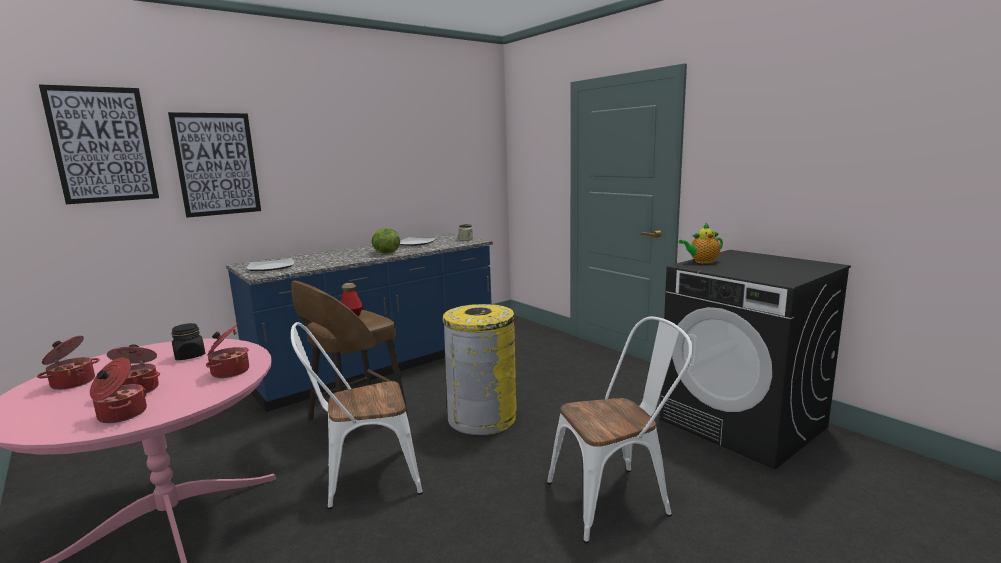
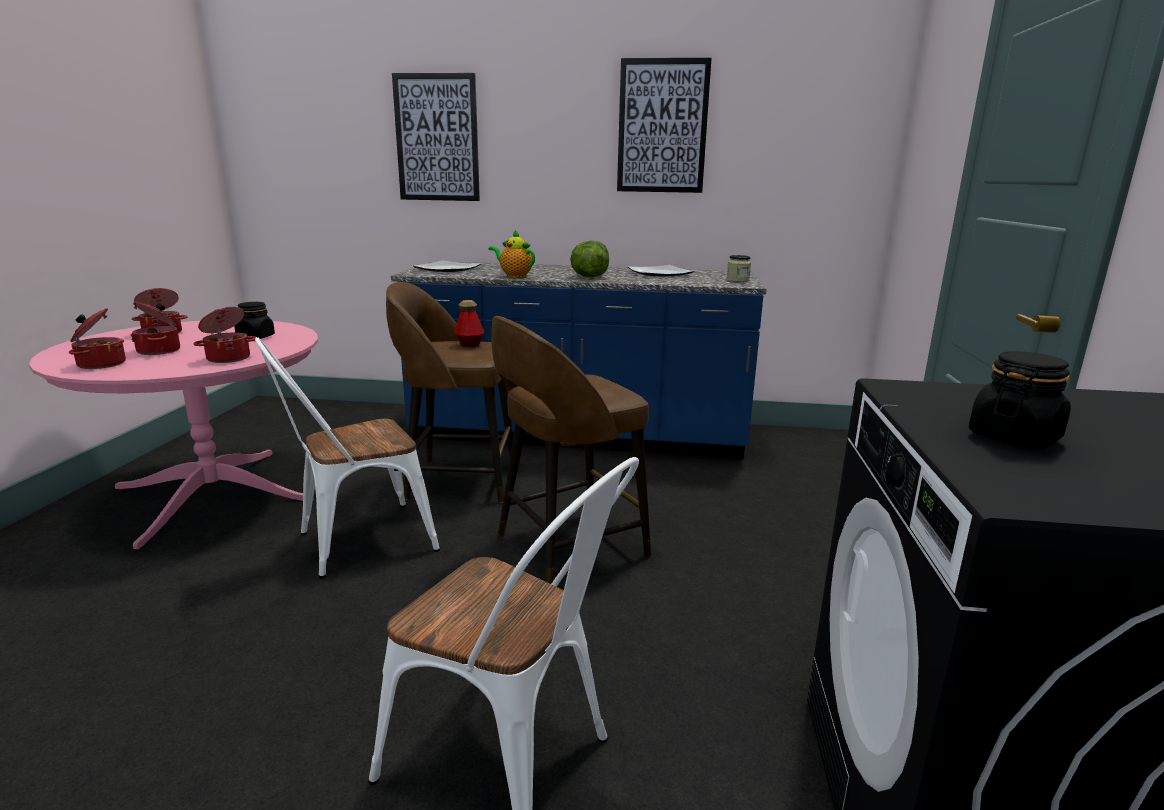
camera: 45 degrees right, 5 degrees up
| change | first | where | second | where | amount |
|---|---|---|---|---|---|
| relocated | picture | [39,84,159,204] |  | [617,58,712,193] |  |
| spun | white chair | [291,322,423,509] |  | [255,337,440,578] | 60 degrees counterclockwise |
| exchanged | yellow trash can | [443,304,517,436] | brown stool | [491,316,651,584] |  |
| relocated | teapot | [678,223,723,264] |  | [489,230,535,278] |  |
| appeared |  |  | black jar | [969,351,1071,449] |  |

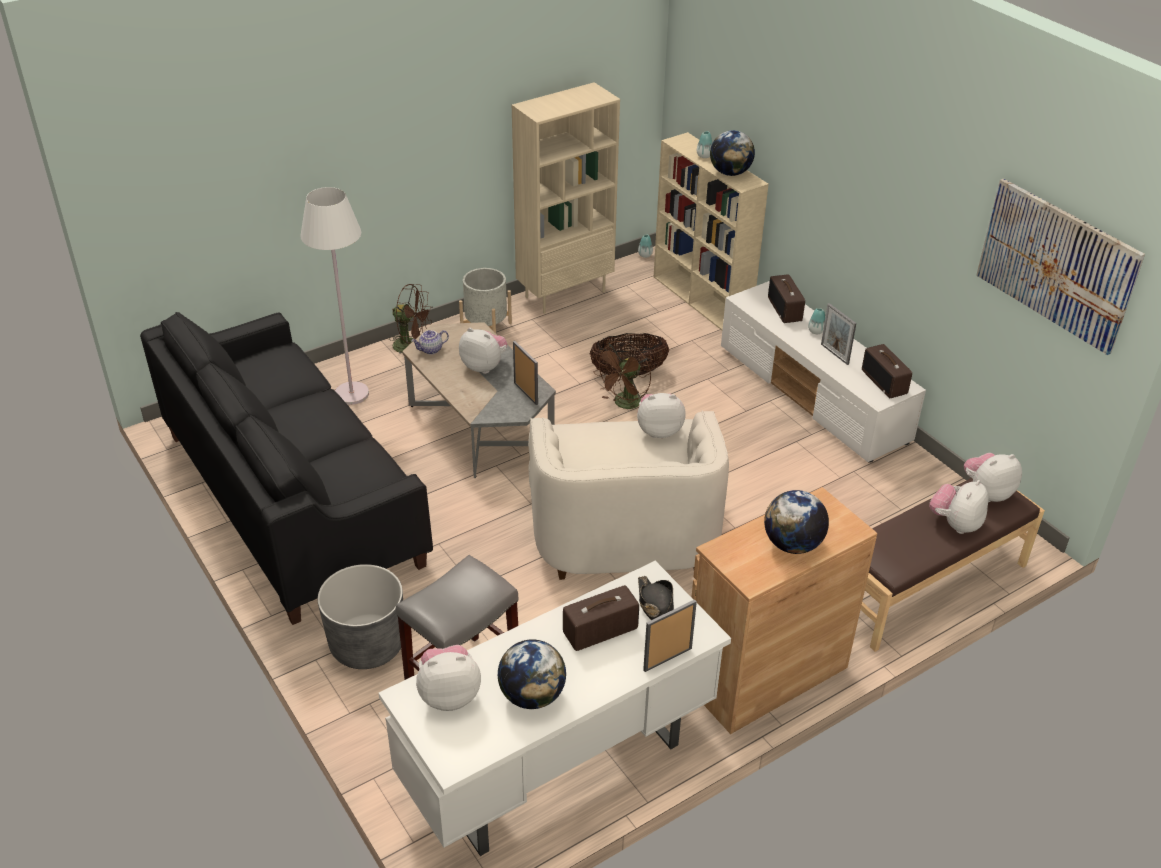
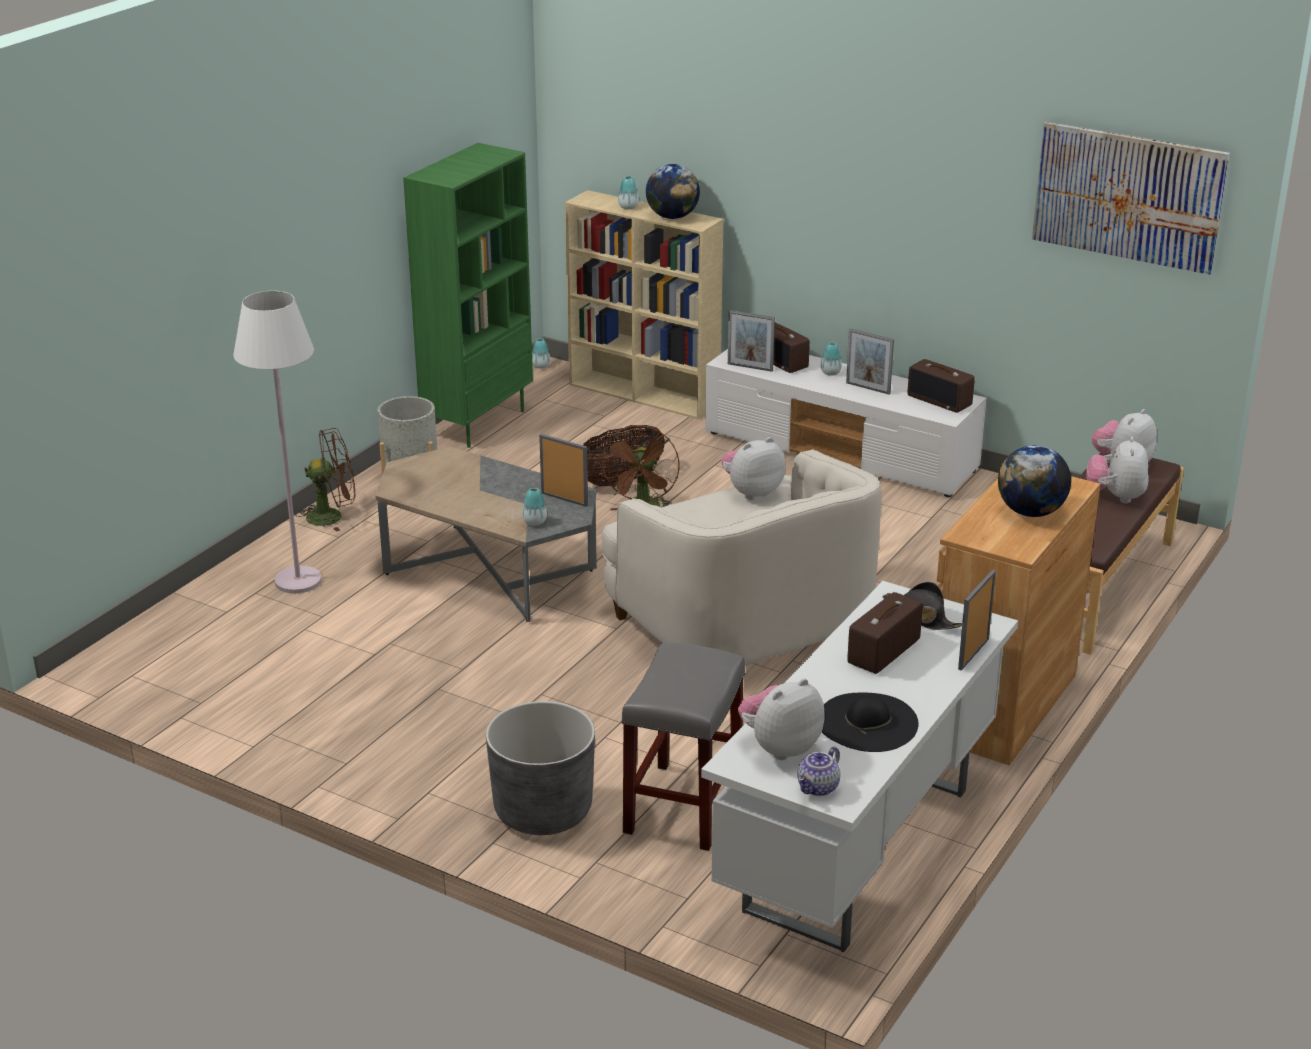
camera: 25 degrees left, 10 degrees down
| change | first | where | second | where | amount |
|---|---|---|---|---|---|
| missing | black sofa | [140,312,433,625] |  |  |  |
| relocated | teapot | [411,330,449,354] |  | [797,746,840,796] |  |
| missing | plush toy | [459,328,507,374] |  |  |  |
| exchanged | globe | [498,639,566,709] | black hat | [822,692,918,752] |  |
| colour | beige bookcase | [512,82,620,314] | green bookcase | [403,143,533,448] |  |
| appeared |  |  | vase | [522,488,547,526] |  |
| appeared |  |  | picture frame | [728,310,775,372] |  |

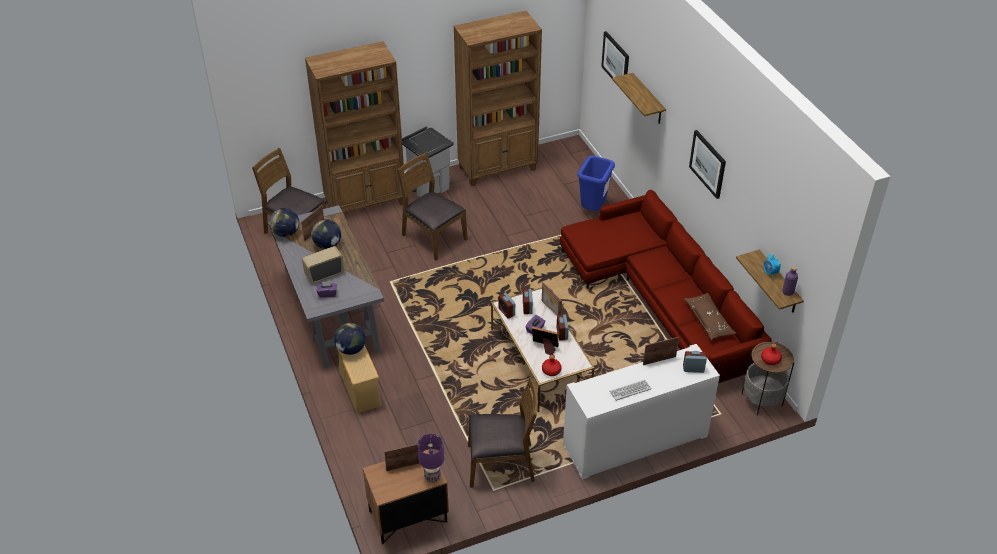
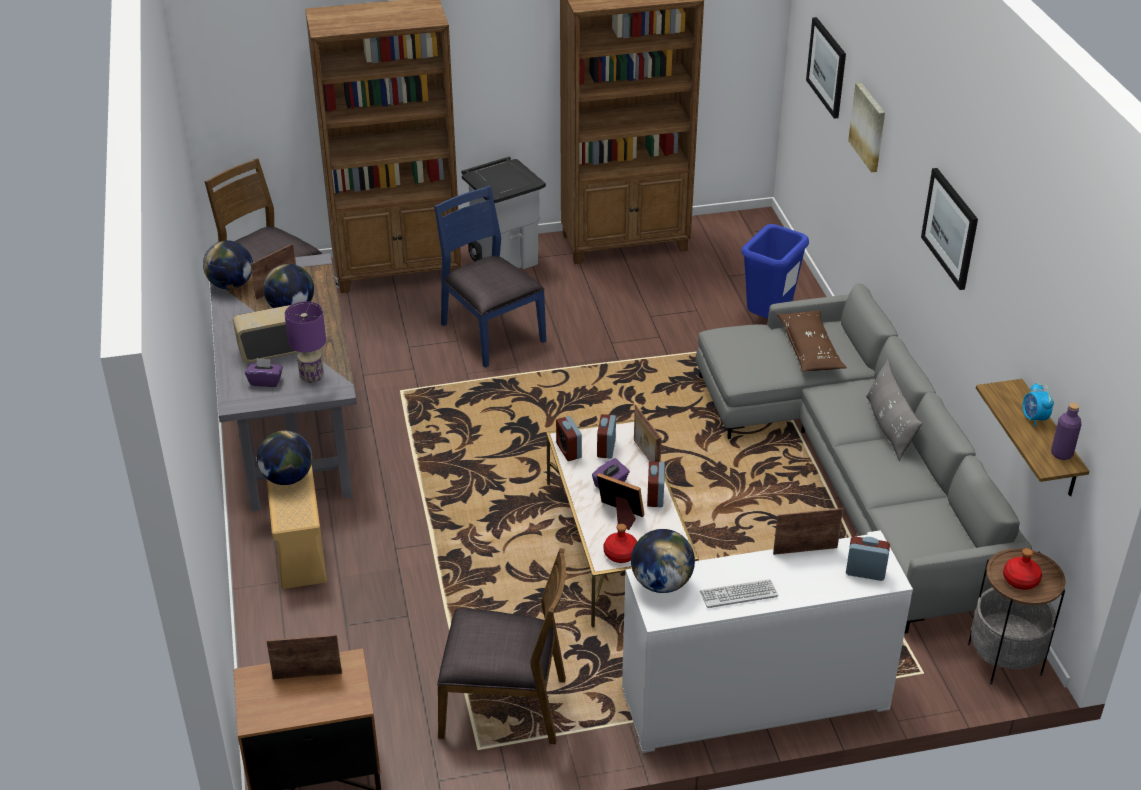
camera: 10 degrees right, 5 degrees down
| change | first | where | second | where | amount |
|---|---|---|---|---|---|
| colour | brown chair | [397,152,468,260] | blue chair | [434,186,546,368] |  |
| relocated | purple table lamp | [417,434,444,483] |  | [284,301,326,383] |  |
| colour | red sofa | [560,190,772,383] | grey sofa | [696,284,1032,634] |  |
| exchanged | shelf | [612,73,666,124] | picture | [848,82,885,172] |  |
| relocated | brown pillow | [684,293,737,340] |  | [777,311,847,372] |  |
| appeared |  |  | globe | [631,529,695,593] |  |
| appeared |  |  | grey pillow | [866,359,922,461] |  |

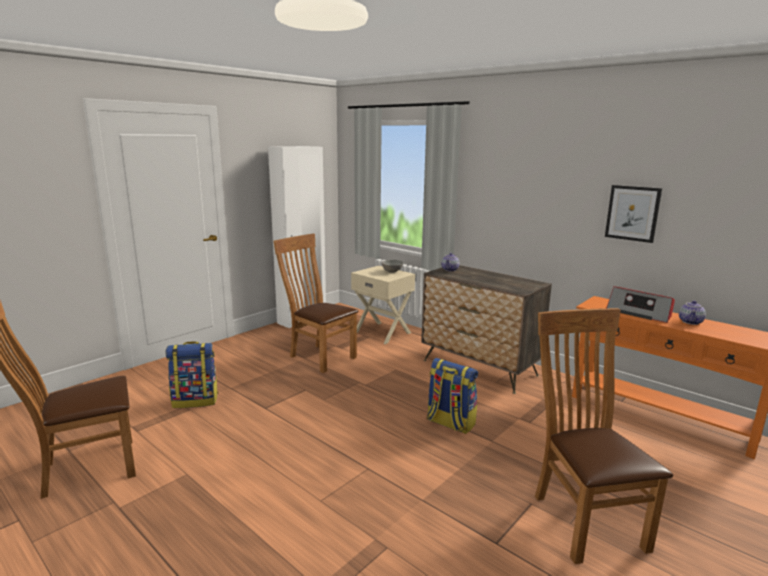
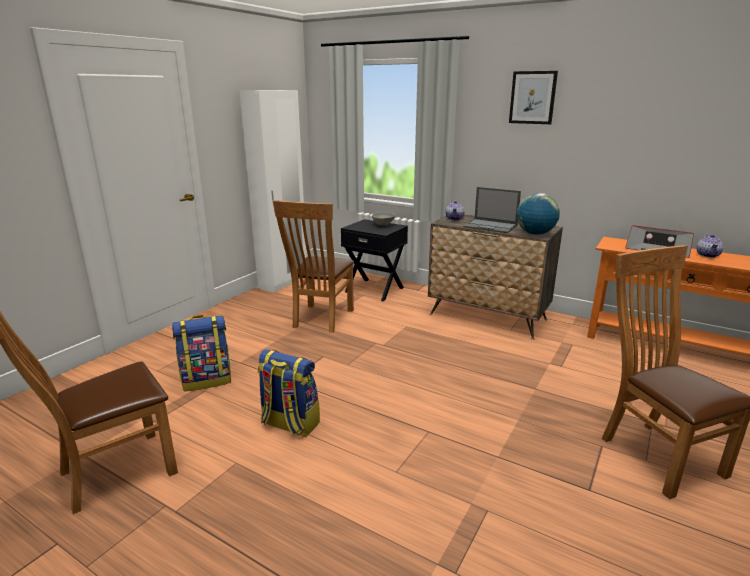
camera: 10 degrees left, 5 degrees up
| change | first | where | second | where | amount |
|---|---|---|---|---|---|
| spun | brown chair | [273,234,359,373] |  | [273,200,354,333] | 105 degrees counterclockwise |
| colour | beige nightstand | [351,266,415,344] | black nightstand | [341,219,408,301] |  |
| relocated | backpack | [427,358,478,434] |  | [257,349,320,437] |  |
| relocated | picture | [605,185,662,243] |  | [509,71,558,124] |  |
| appeared |  |  | laptop | [463,187,521,233] |  |
| appeared |  |  | globe | [517,193,560,235] |  |

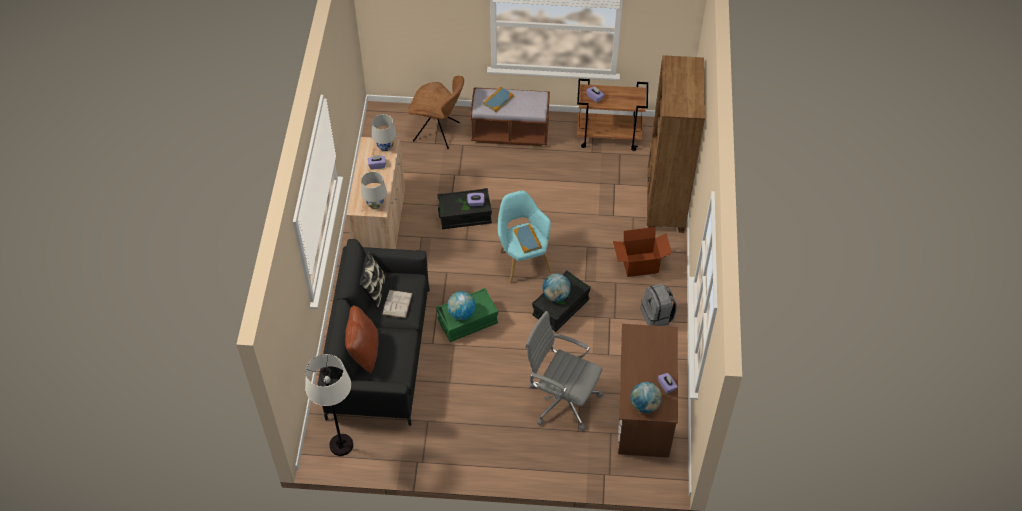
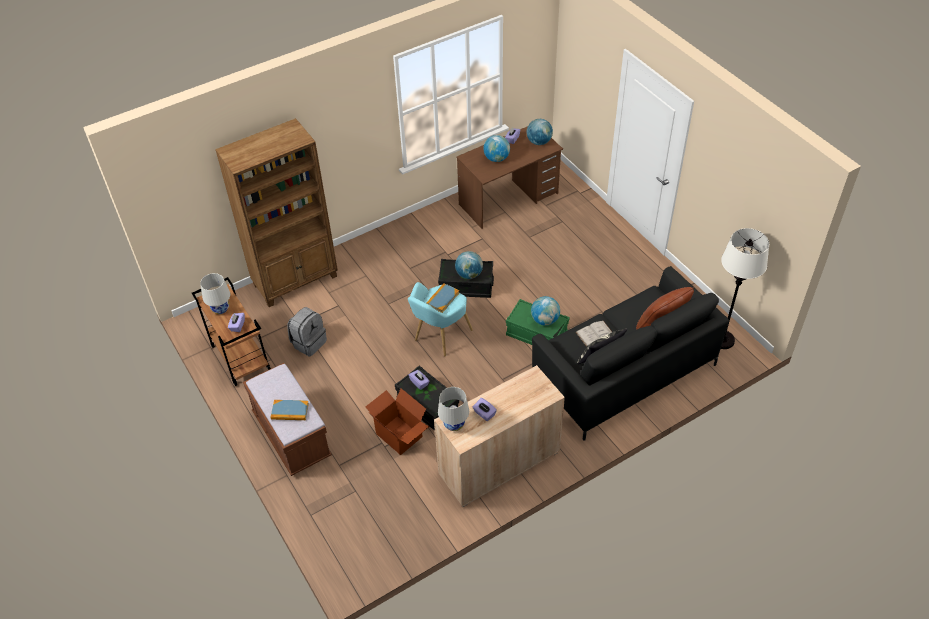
camera: 125 degrees left, 5 degrees down
| change | first | where | second | where | amount |
|---|---|---|---|---|---|
| relocated | white table lamp | [361,172,387,209] |  | [200,273,230,314] |  |
| missing | brown chair | [408,76,464,149] |  |  |  |
| missing | grey office chair | [525,311,603,431] |  |  |  |
| relocated | cardboard box | [613,227,672,277] |  | [366,388,429,455] |  |
| relocated | grey backpack | [641,283,677,326] |  | [288,307,327,357] |  |
| appeared |  |  | globe | [483,135,510,162] |  |

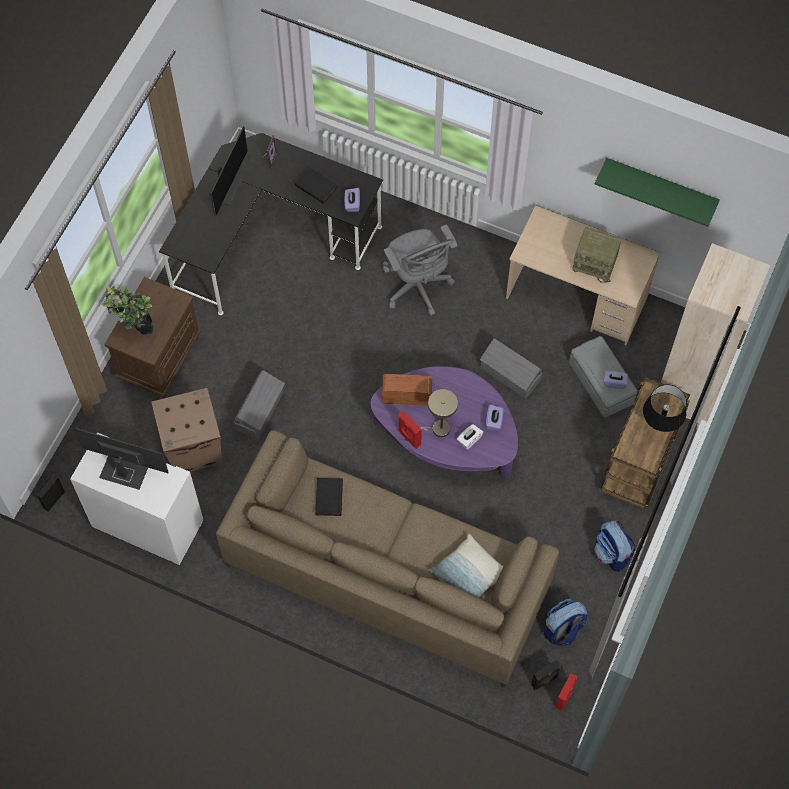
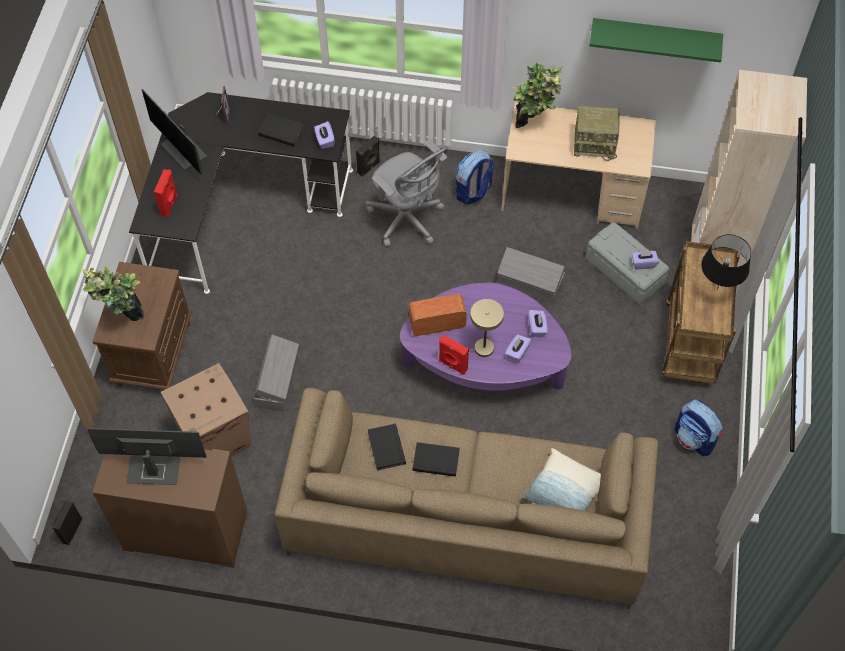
camera: 15 degrees left, 5 degrees down
| change | first | where | second | where | amount |
|---|---|---|---|---|---|
| colour | white cabinet | [70,432,203,566] | brown cabinet | [92,449,247,568] |  |
| spun | monitor | [207,126,248,217] |  | [142,89,207,176] | 135 degrees clockwise |
| colour | white tissue box | [457,424,484,450] | purple tissue box | [505,334,532,363] |  |
| relocated | black speaker | [531,660,561,690] |  | [356,136,380,177] |  |
| relocated | backpack | [544,599,588,645] |  | [456,150,494,204] |  |
| relocated | red speaker | [555,673,577,711] |  | [154,169,178,217] |  |
| appeared |  |  | black book | [413,442,460,477] |  |
| appeared |  |  | potted plant | [512,62,563,128] |  |

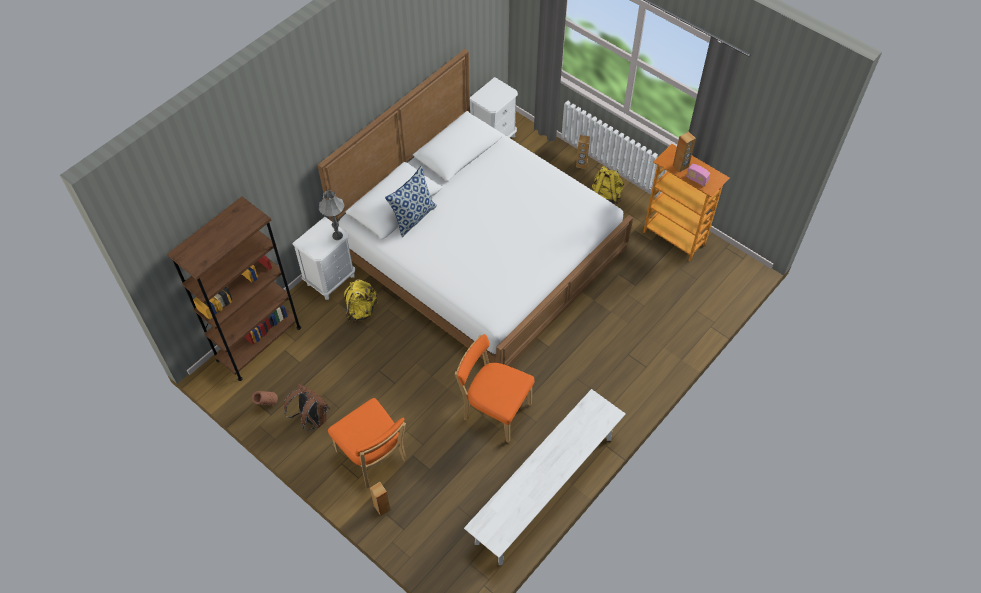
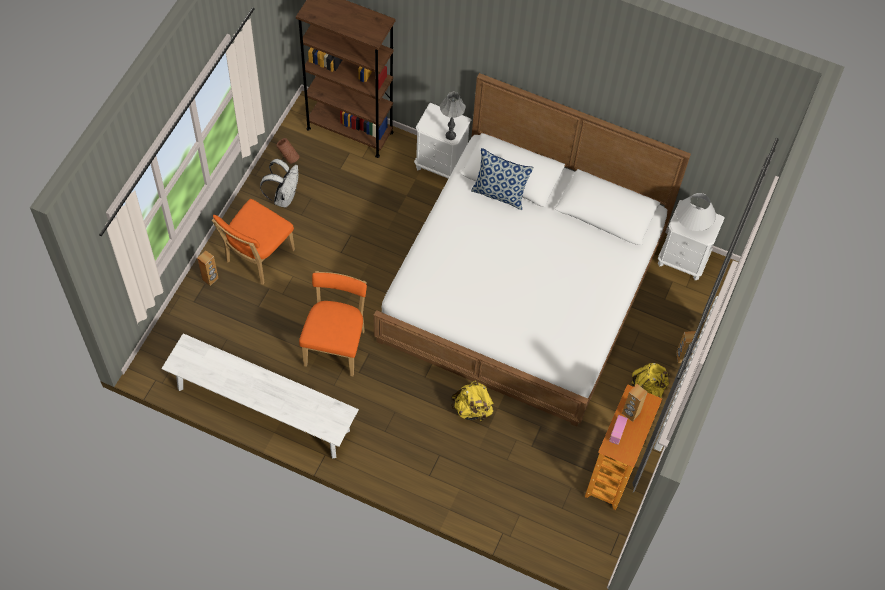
camera: 70 degrees right, 5 degrees up
| change | first | where | second | where | amount |
|---|---|---|---|---|---|
| colour | brown backpack | [284,383,330,431] | white backpack | [260,159,298,208] |  |
| relocated | yellow backpack | [344,279,379,323] |  | [451,380,494,422] |  |
| appeared |  |  | white table lamp | [676,193,716,231] |  |

